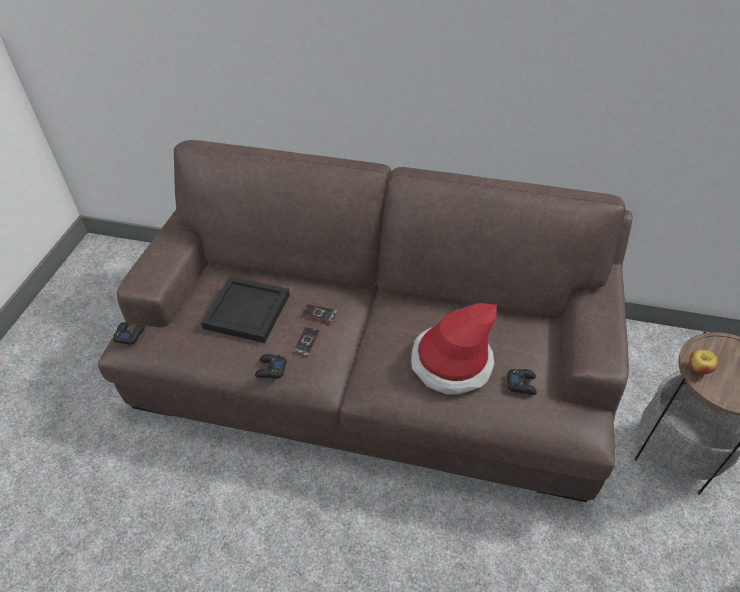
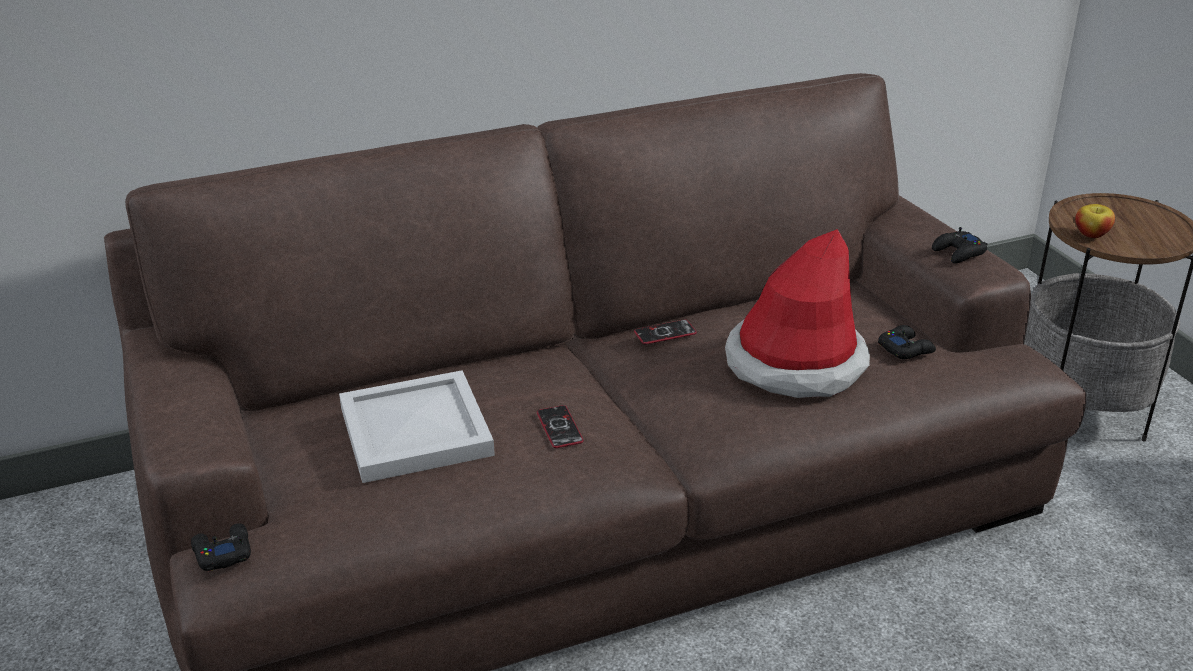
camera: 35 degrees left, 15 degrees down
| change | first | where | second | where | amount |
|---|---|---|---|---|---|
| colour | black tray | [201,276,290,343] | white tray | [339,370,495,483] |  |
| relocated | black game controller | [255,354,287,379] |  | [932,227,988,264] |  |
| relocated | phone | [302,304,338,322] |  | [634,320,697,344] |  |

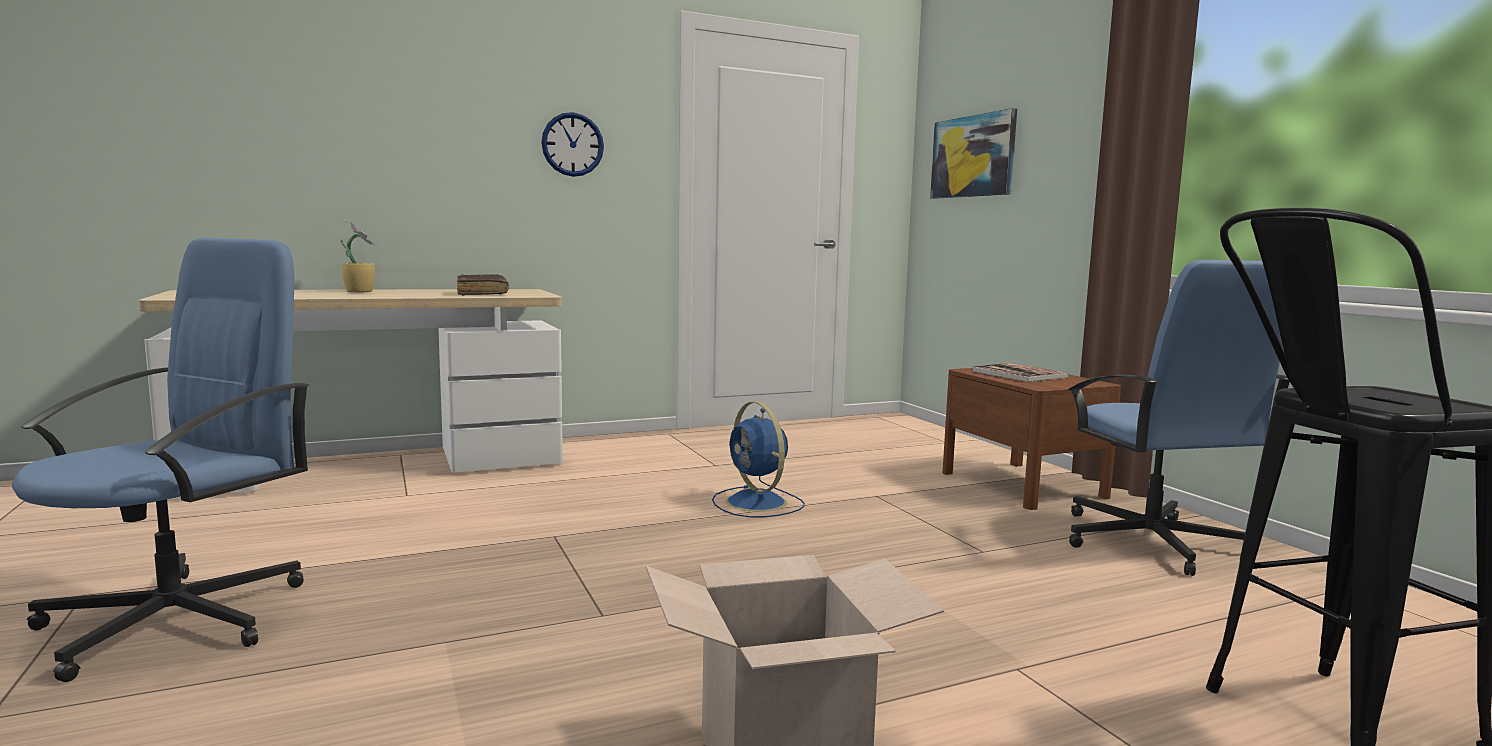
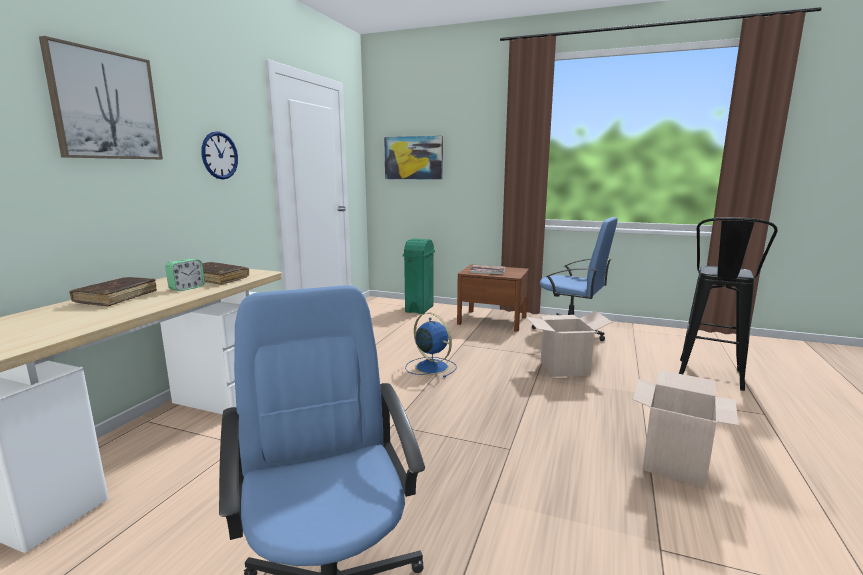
camera: 45 degrees left, 5 degrees up
| change | first | where | second | where | amount |
|---|---|---|---|---|---|
| exchanged | potted plant | [340,220,376,292] | brown book | [69,277,157,306] |  |
| spun | blue fan | [712,401,805,517] |  | [405,312,457,378] | 150 degrees counterclockwise |
| appeared |  |  | picture | [39,36,163,159] |  |
| appeared |  |  | alarm clock | [165,259,205,291] |  |
| appeared |  |  | green trash can | [403,239,435,314] |  |
| appeared |  |  | cardboard box | [526,311,612,377] |  |

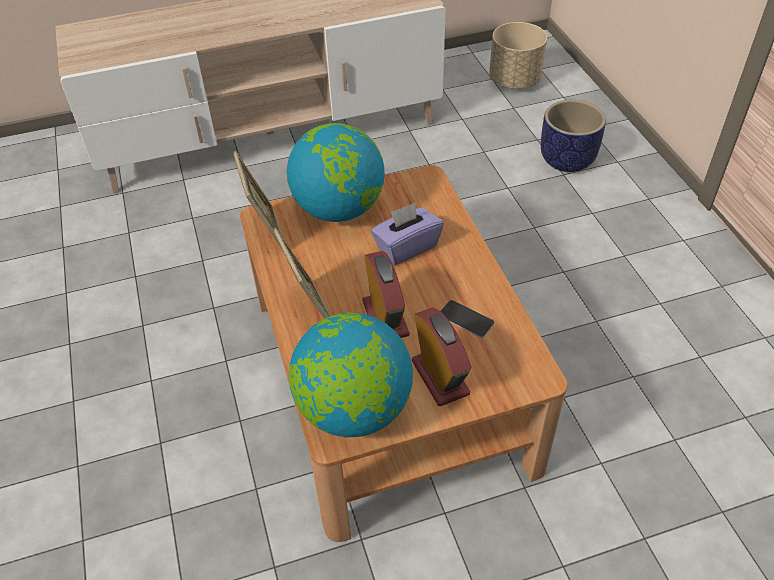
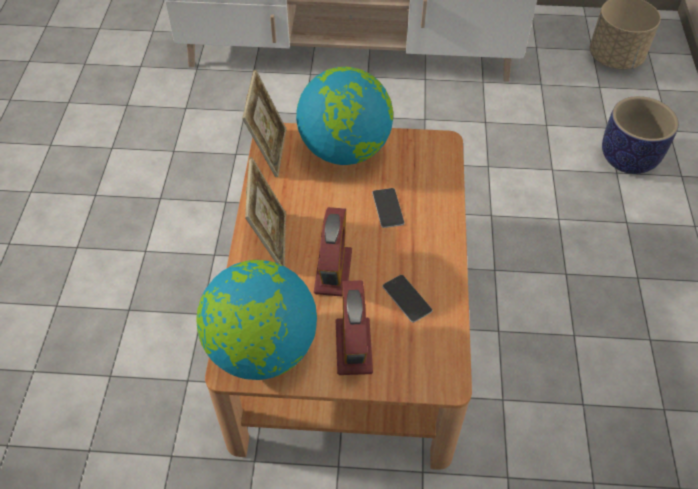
camera: 20 degrees right, 5 degrees up
| change | first | where | second | where | amount |
|---|---|---|---|---|---|
| exchanged | purple tissue box | [371,203,444,265] | phone | [372,188,405,228] |  |

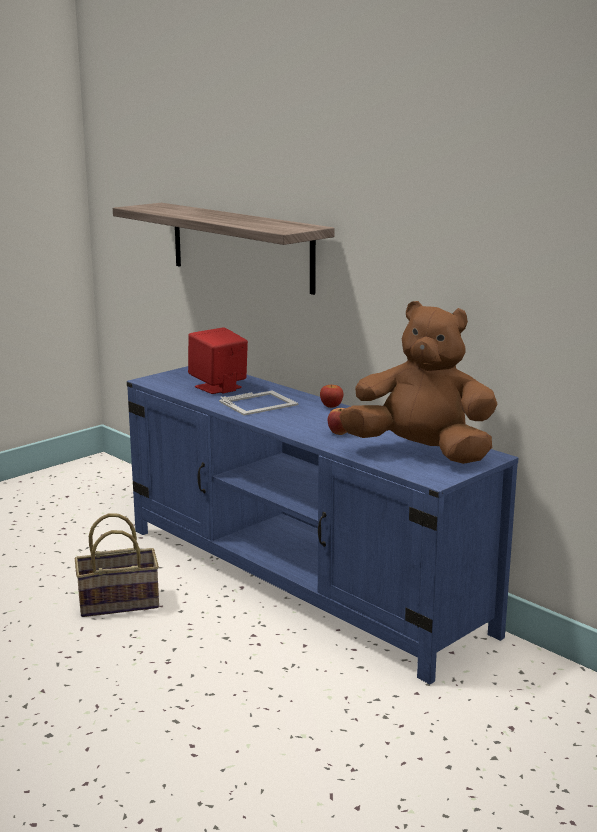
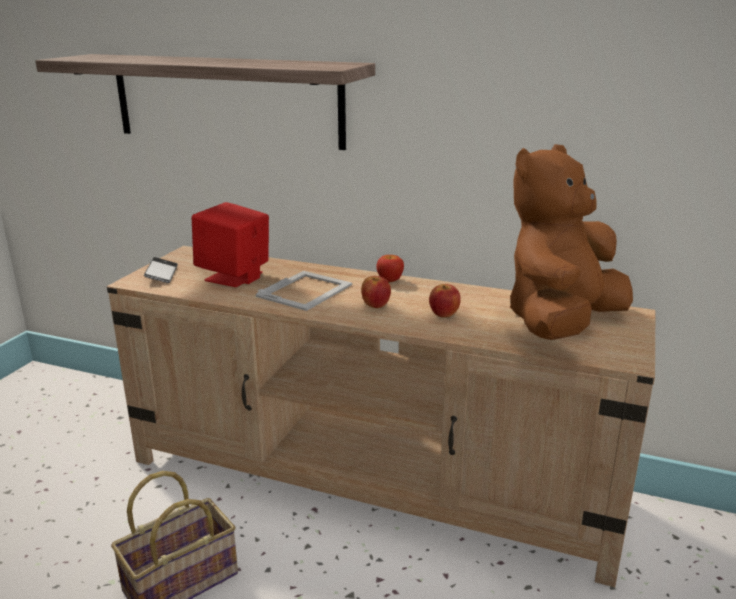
camera: 25 degrees left, 5 degrees up
| change | first | where | second | where | amount |
|---|---|---|---|---|---|
| colour | blue tv stand | [127,366,518,684] | beige tv stand | [107,246,655,587] |  |
| spun | brown plush toy | [339,301,497,464] |  | [510,144,633,340] | 45 degrees counterclockwise |
| appeared |  |  | phone | [144,257,178,283] |  |
| appeared |  |  | apple | [361,276,391,308] |  |

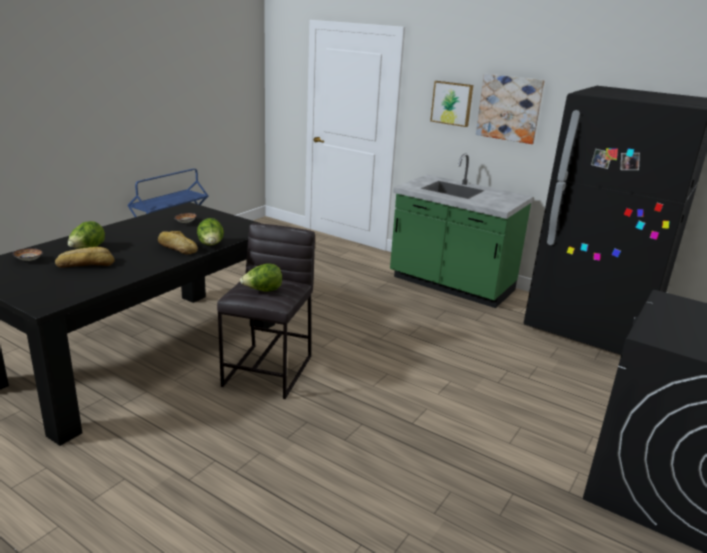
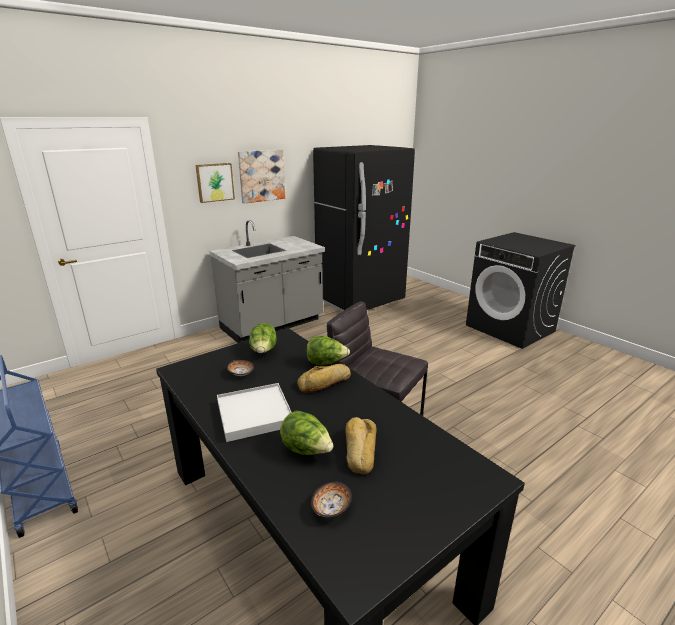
camera: 70 degrees left, 0 degrees up
| change | first | where | second | where | amount |
|---|---|---|---|---|---|
| relocated | lettuce | [240,263,282,292] |  | [249,323,277,353] |  |
| colour | green counter | [390,154,533,308] | grey counter | [209,220,325,343] |  |
| appeared |  |  | white tray | [217,383,292,442] |  |

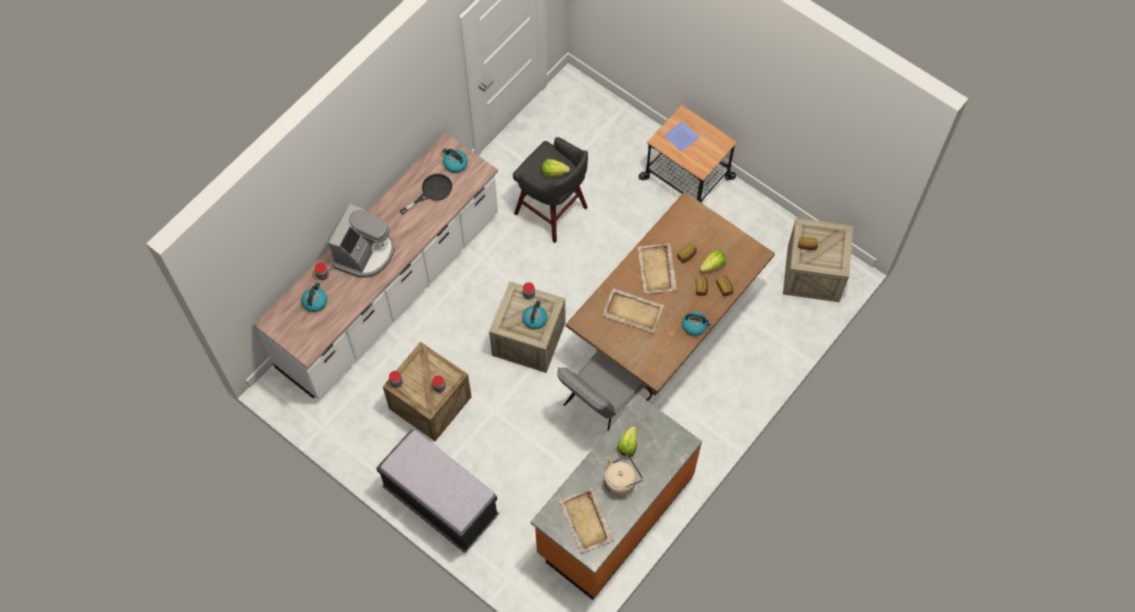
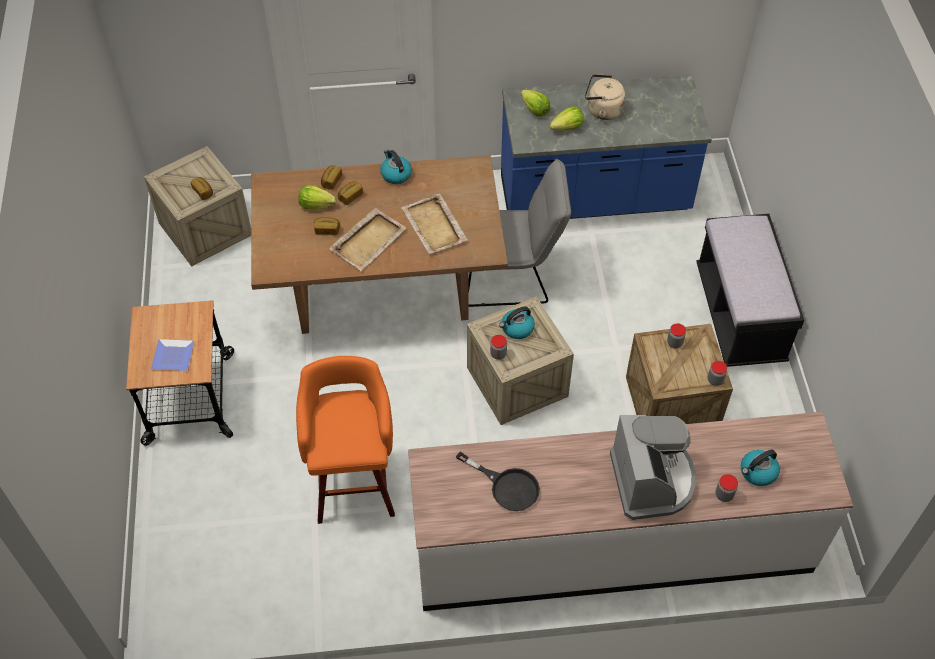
camera: 135 degrees left, 10 degrees down
| change | first | where | second | where | amount |
|---|---|---|---|---|---|
| spun | coffee machine | [329,203,395,278] |  | [610,415,696,520] | 105 degrees clockwise |
| spun | black frying pan | [400,174,452,214] |  | [456,452,540,511] | 150 degrees counterclockwise |
| missing | kettle | [442,148,468,173] |  |  |  |
| colour | grey stool | [513,137,588,243] | orange stool | [296,356,395,524] |  |
| colour | orange counter | [531,395,702,600] | blue counter | [501,75,712,219] |  |
| relocated | lettuce | [542,159,570,177] |  | [521,90,550,117] |  |
| missing | beige tray | [559,488,614,553] |  |  |  |

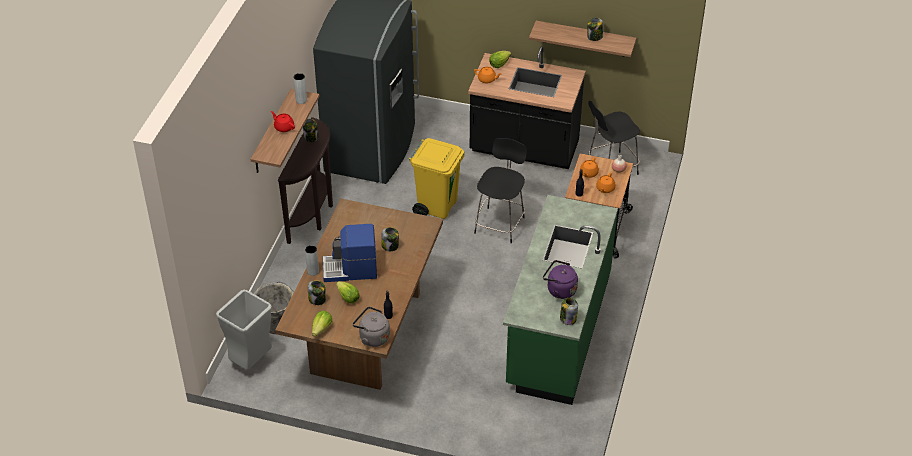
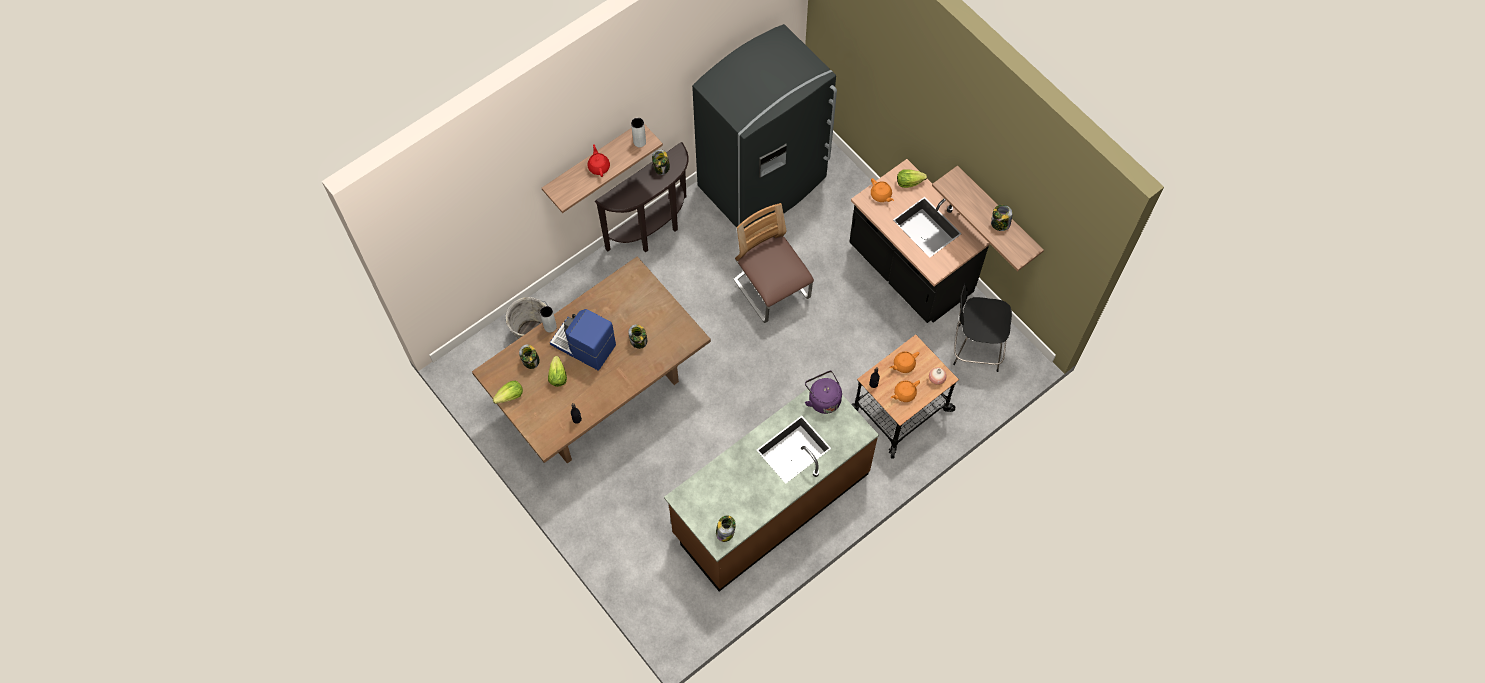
camera: 35 degrees right, 20 degrees up
| change | first | where | second | where | amount |
|---|---|---|---|---|---|
| missing | grey trash can | [216,290,272,370] |  |  |  |
| missing | grey kettle | [353,307,390,347] |  |  |  |
| exchanged | yellow trash can | [409,138,465,219] | chair | [733,203,814,323] |  |
| missing | black stool | [474,138,527,244] |  |  |  |
| colour | green counter | [503,195,618,405] | brown counter | [664,376,879,592] |  |
| relocated | purple kettle | [543,260,578,299] |  | [805,371,842,414] |  |

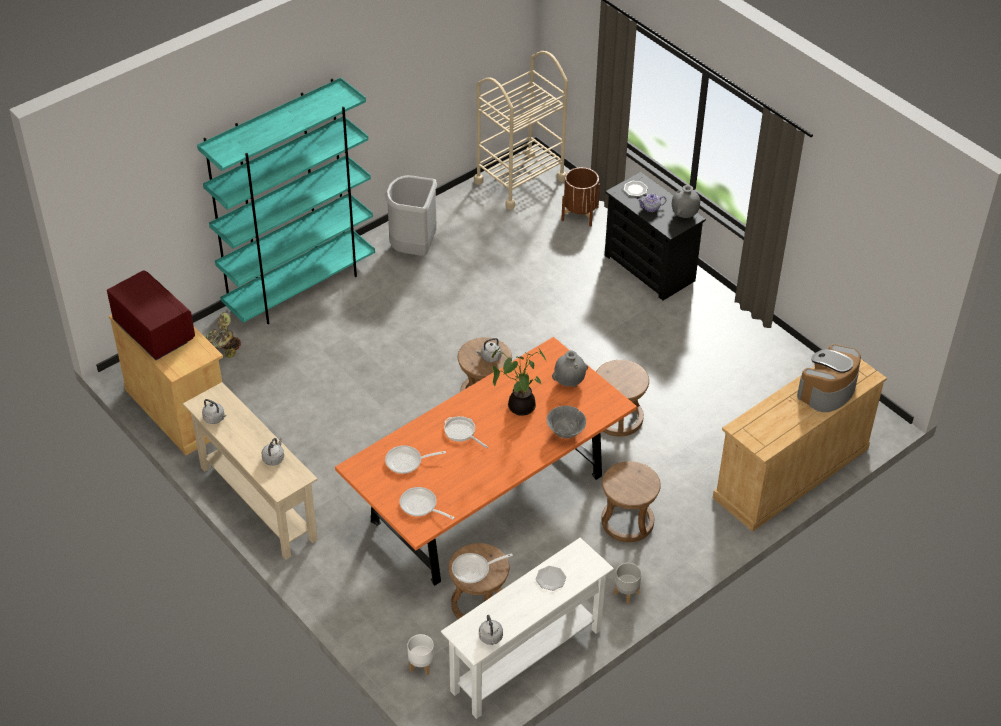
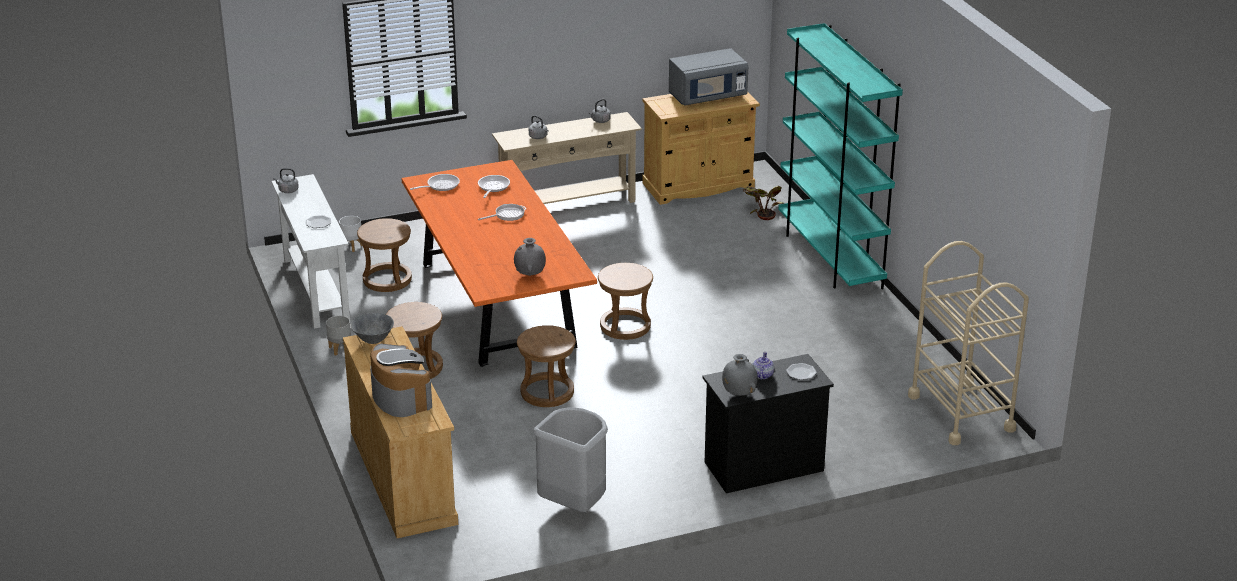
camera: 110 degrees right, 15 degrees down
| change | first | where | second | where | amount |
|---|---|---|---|---|---|
| colour | red microwave | [107,270,195,360] | grey microwave | [669,48,748,106] |  |
| relocated | grey trash can | [385,175,437,256] |  | [533,407,608,513] |  |
| missing | frying pan | [452,553,513,583] |  |  |  |
| missing | grey kettle | [476,338,502,362] |  |  |  |
| missing | potted plant | [492,347,547,416] |  |  |  |
| relocated | grey bowl | [547,406,586,438] |  | [351,313,394,344] |  |
| missing | brown planter | [561,167,600,226] |  |  |  |

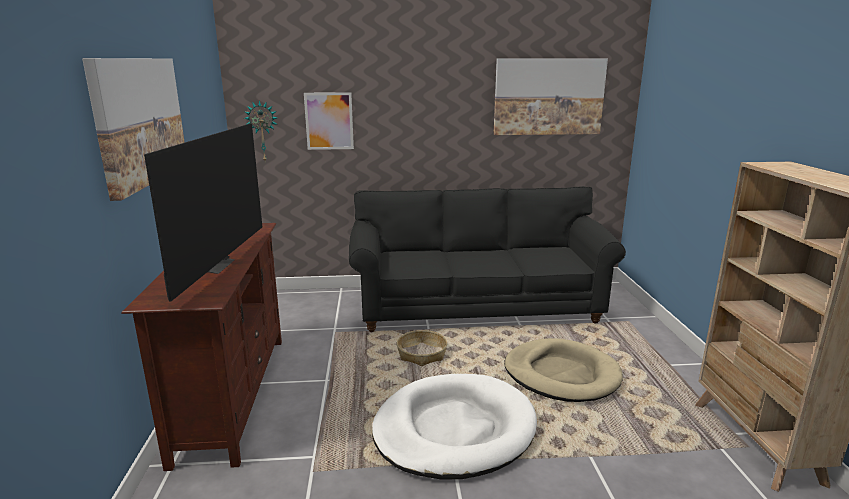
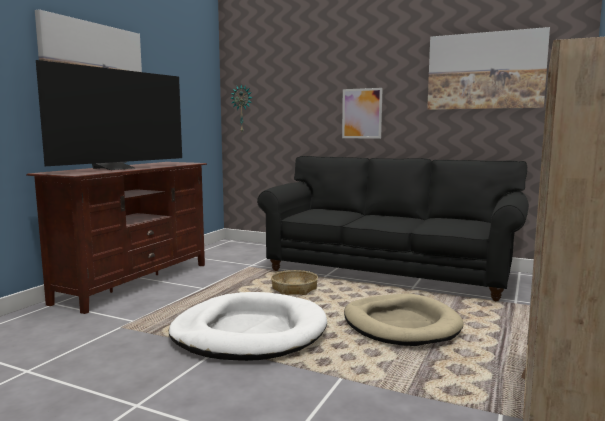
camera: 30 degrees right, 10 degrees down
| change | first | where | second | where | amount |
|---|---|---|---|---|---|
| relocated | picture | [304,92,354,150] |  | [342,88,383,139] |  |

